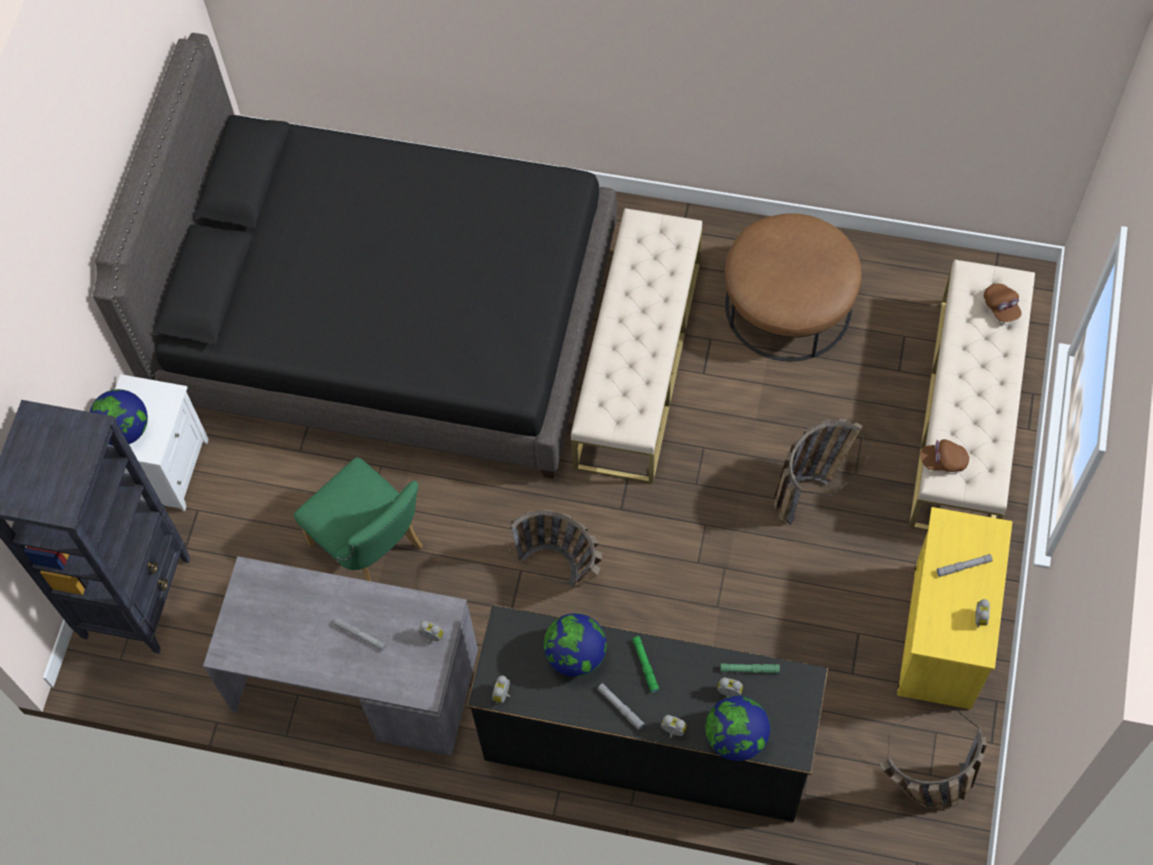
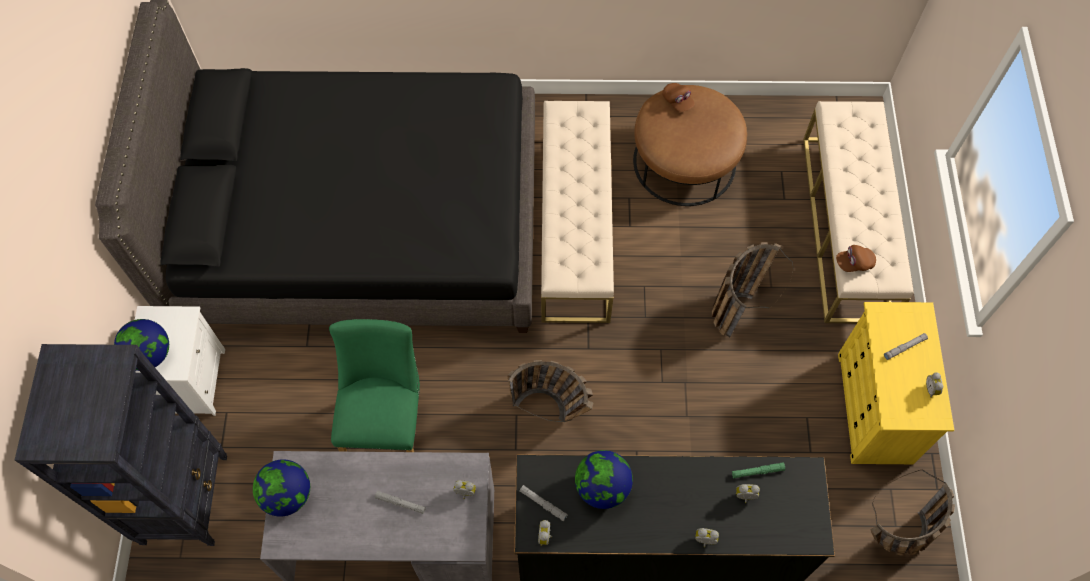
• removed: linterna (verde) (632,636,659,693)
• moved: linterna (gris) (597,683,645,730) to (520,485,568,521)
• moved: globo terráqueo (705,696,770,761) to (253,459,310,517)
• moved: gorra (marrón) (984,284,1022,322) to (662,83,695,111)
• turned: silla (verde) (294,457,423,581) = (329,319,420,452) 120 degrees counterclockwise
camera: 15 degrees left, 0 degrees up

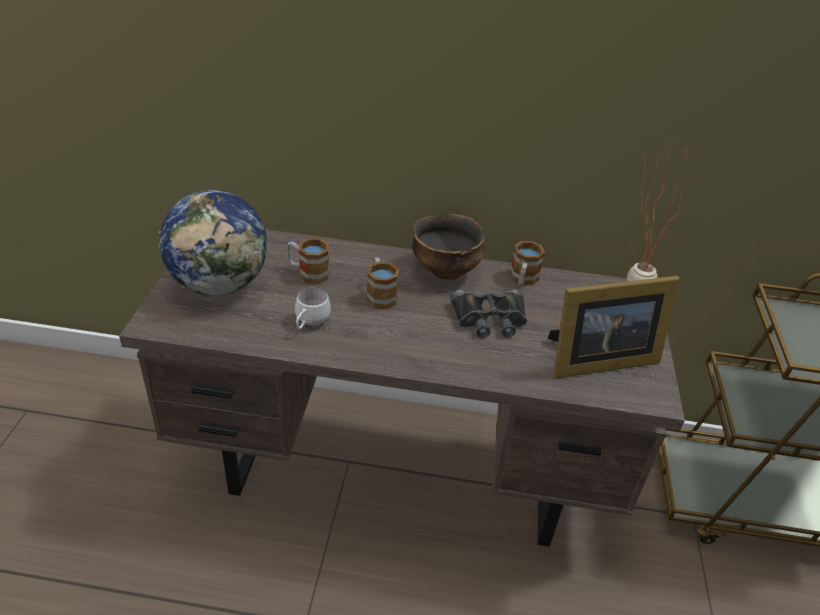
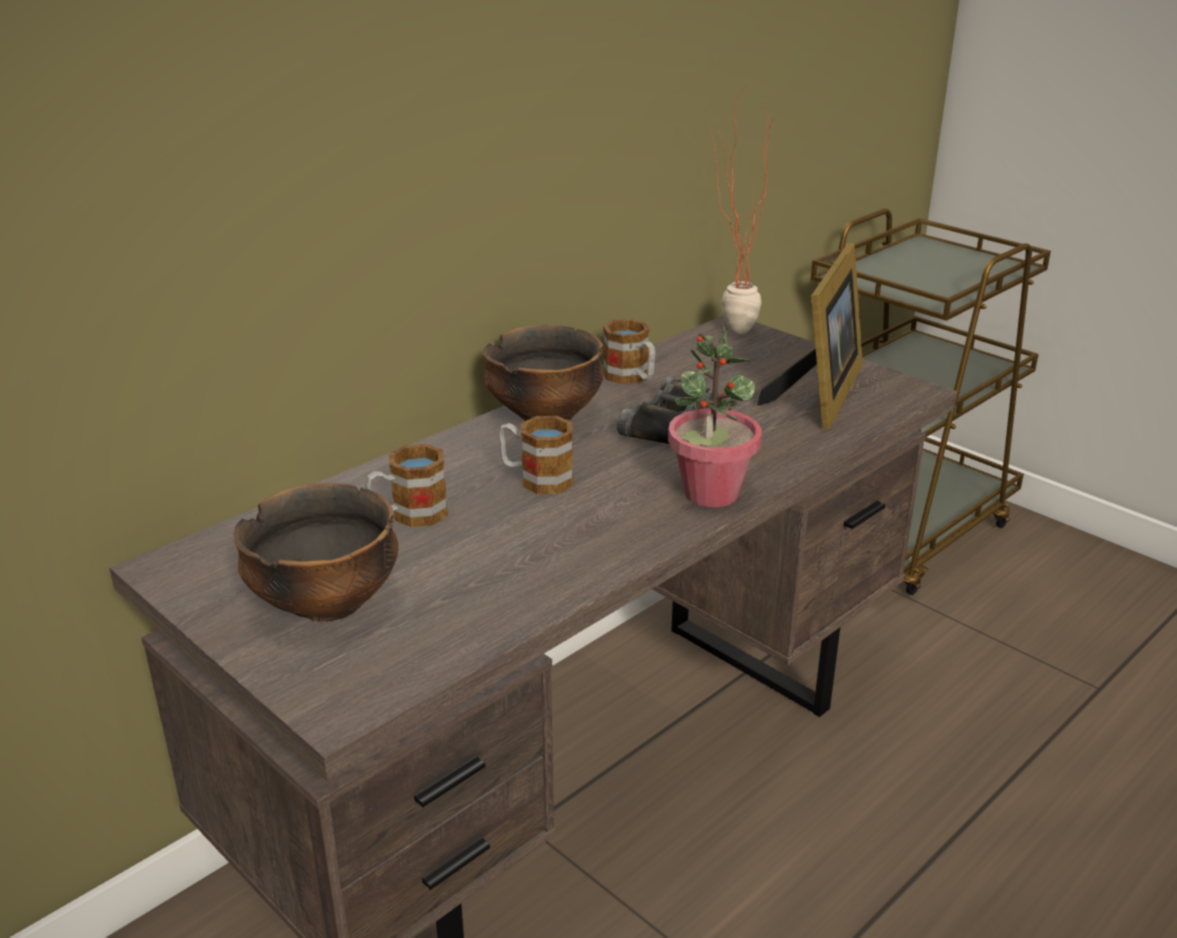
• removed: taza grande (blanco) (295,288,331,329)
• added: planta en maceta (668,323,762,507)
• replaced: globo terráqueo (159,190,267,296) to cuenco (233,483,398,622)
camera: 50 degrees left, 10 degrees down

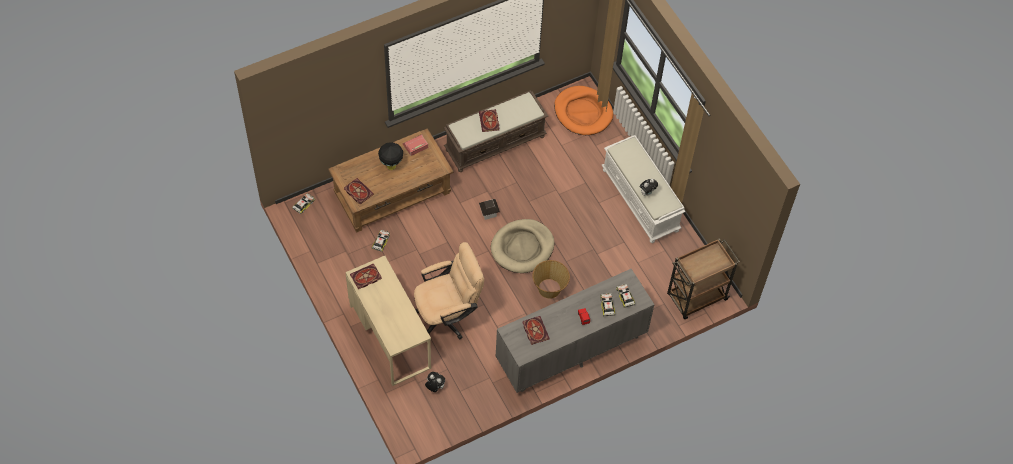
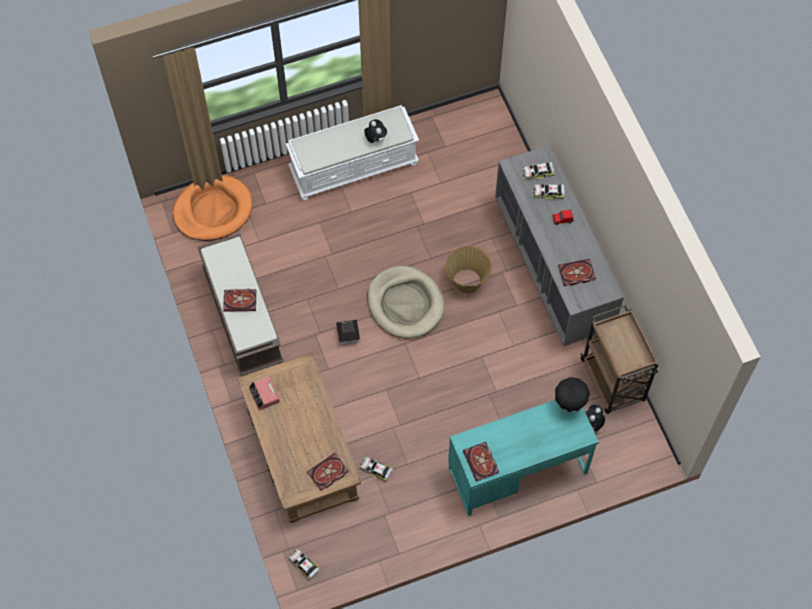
• removed: silla de oficina (beis) (414,242,484,339)
• moved: lámpara de mesa (negro) (378,142,403,170) to (555,377,590,412)
• moved: carrito (marrón) (667,238,740,319) to (581,305,659,414)
• recoloured: escritorio (beis) (345,256,431,386) to escritorio (turquesa) (448,400,599,516)
camera: 80 degrees left, 5 degrees up

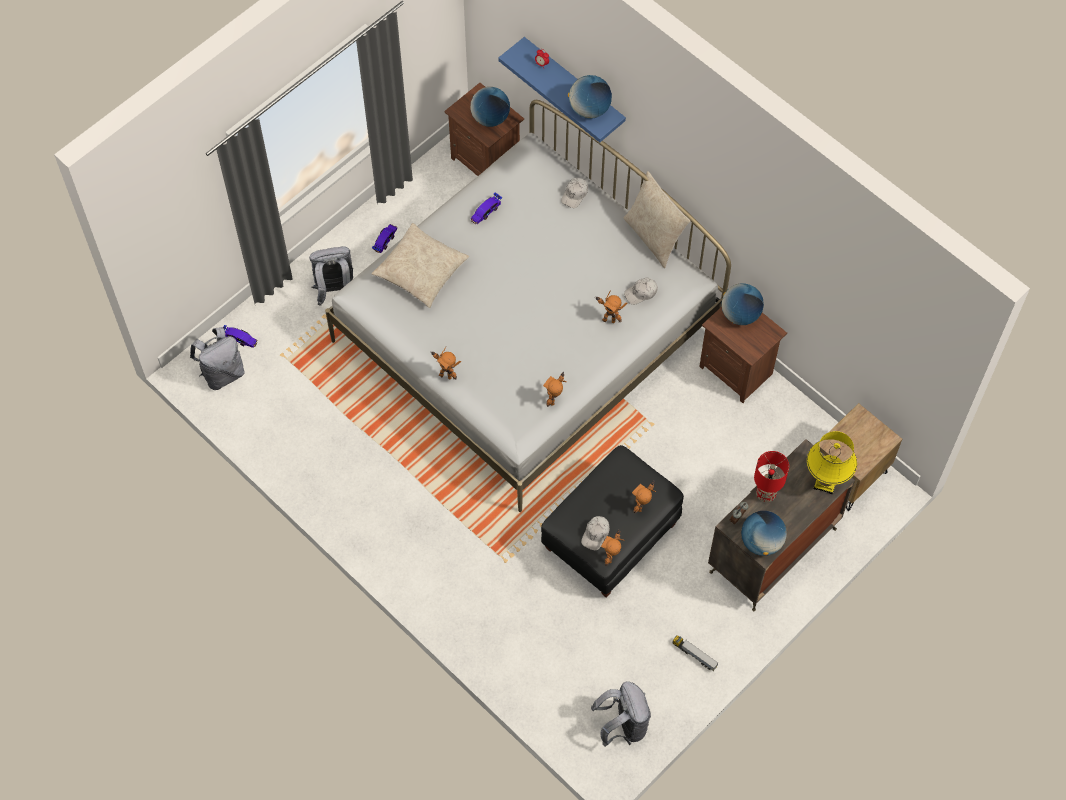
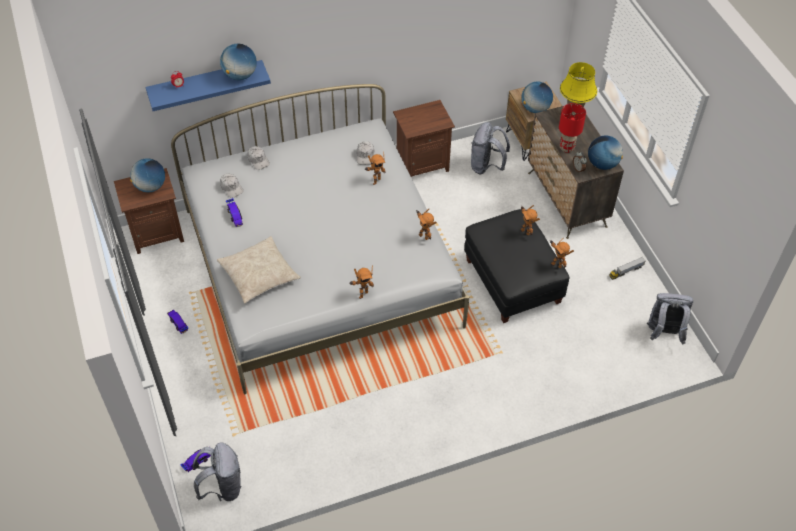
• removed: cojín (beis) (624,171,690,268)
• moved: mochila (gris) (309,246,353,306) to (471,122,510,174)
• moved: gorra (blanco) (581,516,610,551) to (220,174,244,198)
• moved: globo terráqueo (722,283,764,325) to (522,81,553,113)
camera: 65 degrees left, 10 degrees down

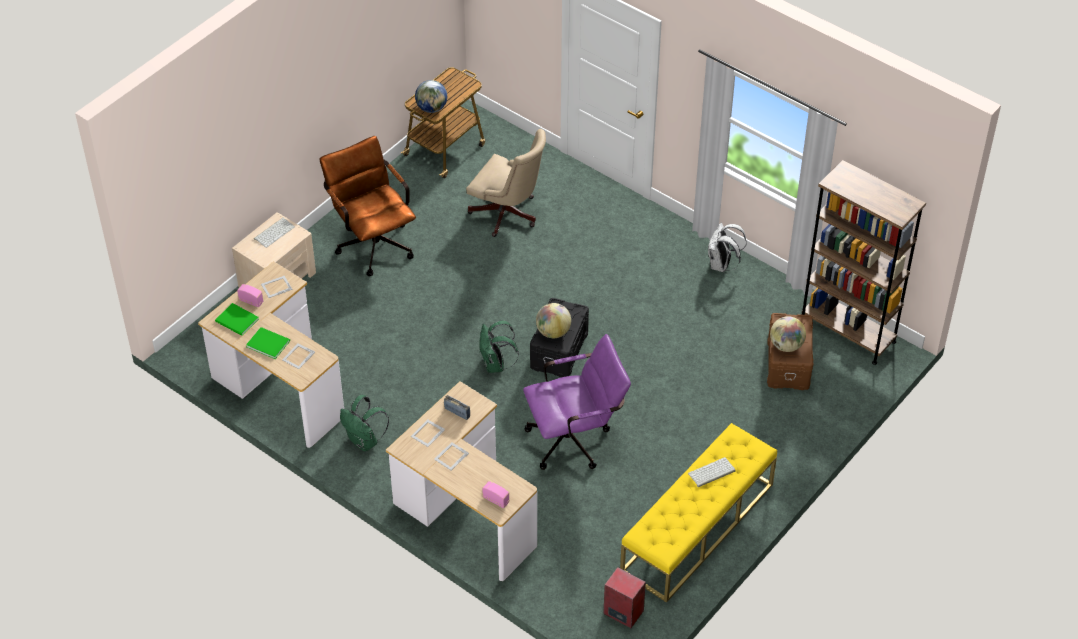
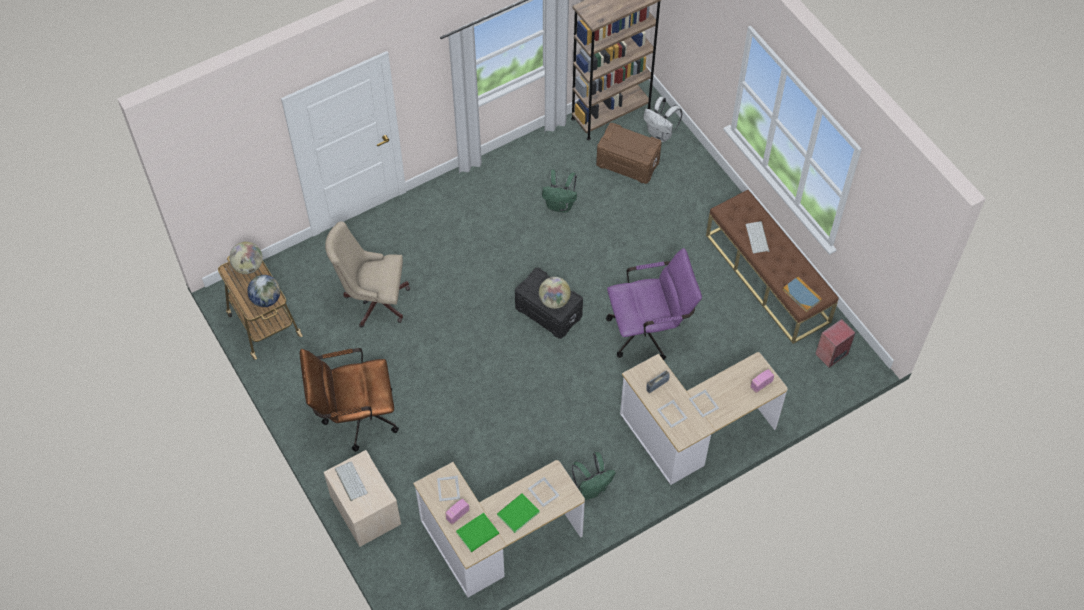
• added: libro (782,277,822,312)
• moved: mochila (verde) (479,320,519,373) to (542,170,577,212)
• moved: mochila (blanco) (708,223,747,272) to (643,97,682,142)
• moved: globo terráqueo (770,316,806,352) to (229,242,263,274)
• recoloured: banco (amarillo) (620,423,777,603) to banco (marrón) (706,190,839,344)
• turned: silla de oficina (beis) (466,129,546,237) = (325,221,410,328) 135 degrees counterclockwise
• turned: silla de oficina (morado) (523,334,631,470) = (606,248,702,360) 75 degrees clockwise
camera: 70 degrees left, 10 degrees up

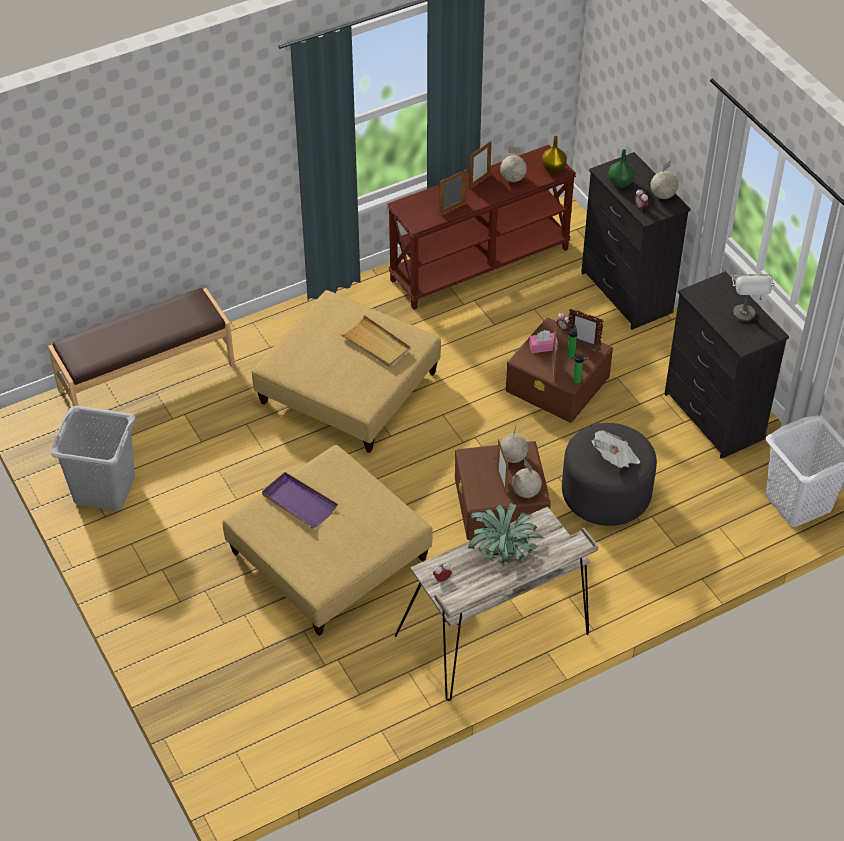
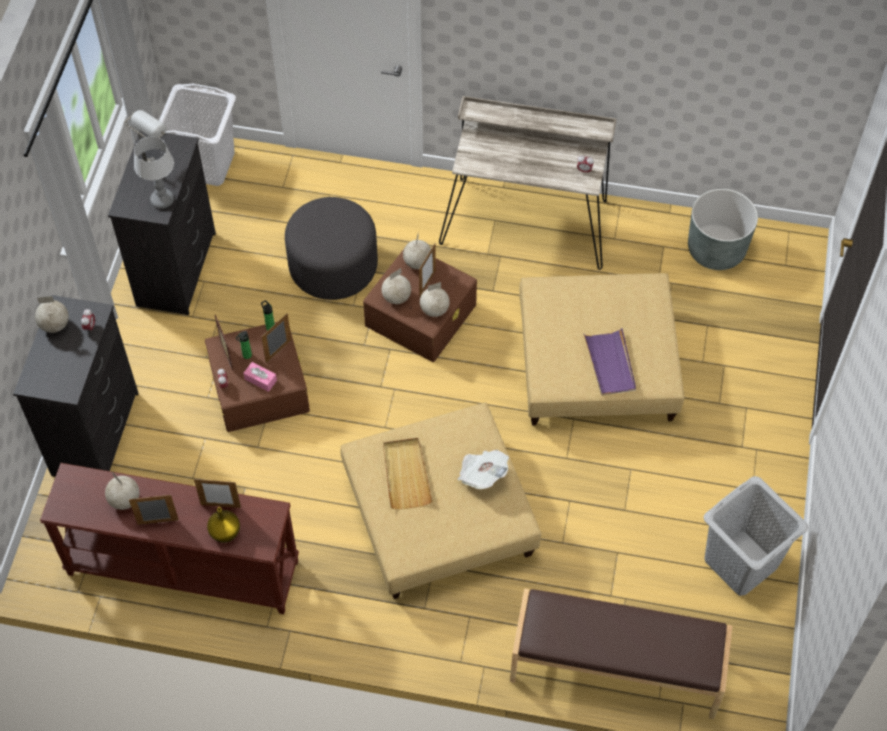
• removed: planta en maceta (468,503,544,563)
• removed: florero (verde) (609,149,635,188)
• added: lámpara de mesa (134,136,174,209)
• added: globo terráqueo (420,282,450,317)
• added: maceta (gris) (688,189,758,270)
• moved: florero (amarillo) (542,136,567,173) to (207,507,240,543)
• moved: periódico (592,430,640,468) to (458,450,509,489)
camera: 140 degrees left, 10 degrees up

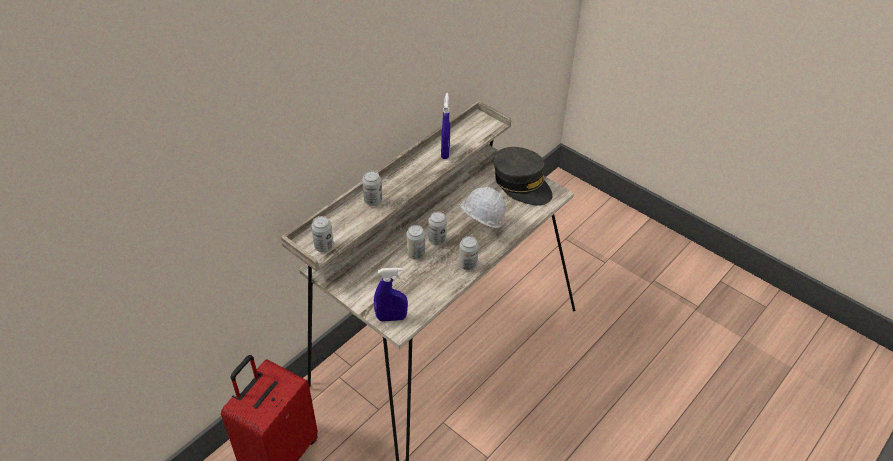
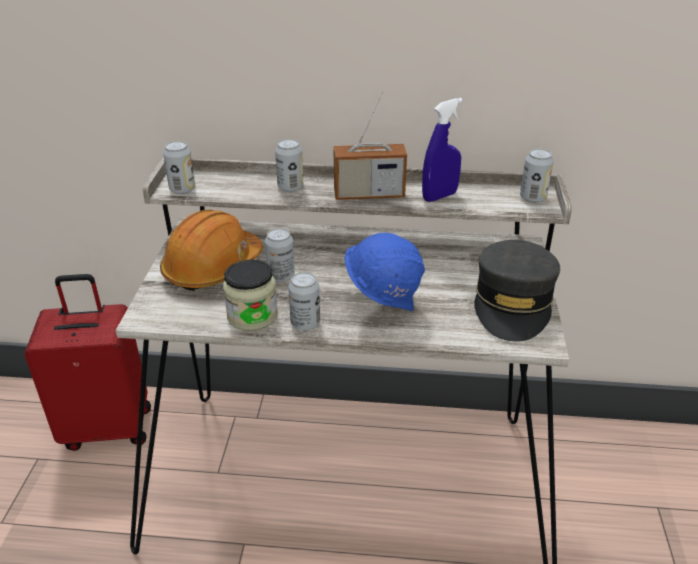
• removed: pulverizador (azul) (374,267,408,321)
• added: casco (naranja) (160,210,263,291)
• added: tarro (223,260,278,331)
• added: radio (334,91,407,200)
• moved: lata (428,212,447,245) to (520,148,554,203)
• recoloured: casco (blanco) (460,187,506,228) to casco (azul) (344,233,426,311)
camera: 55 degrees right, 10 degrees down

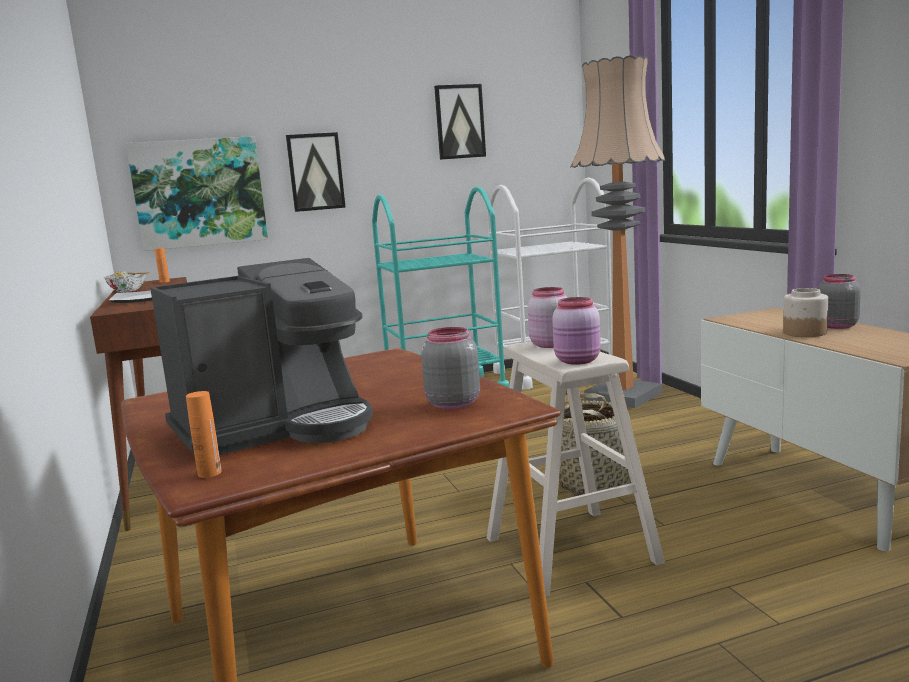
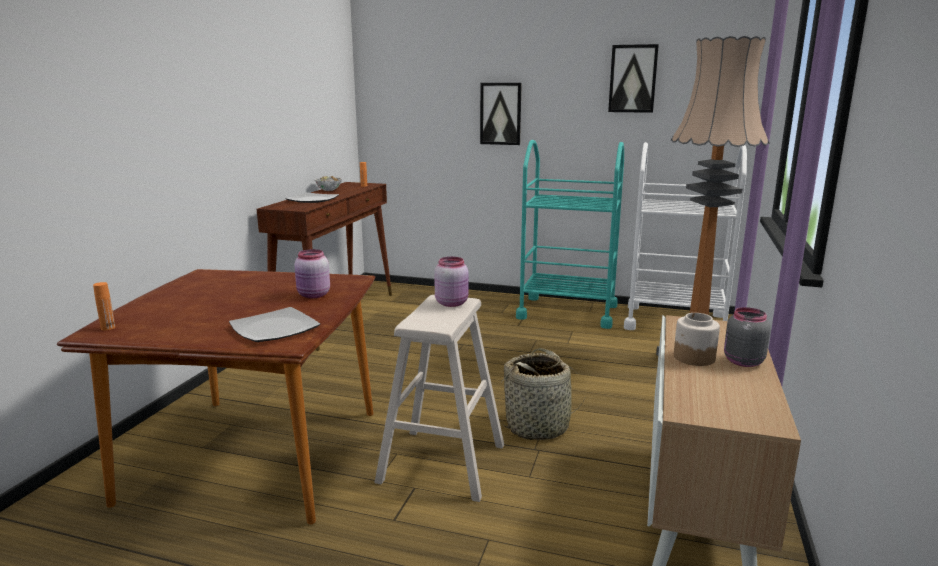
• removed: cuadro (126,136,268,251)
• removed: cafetera (150,258,373,455)
• moved: tarro (rosa) (552,297,601,365) to (294,249,330,298)
• replaced: tarro (gris) (421,327,480,410) to plato (229,307,320,342)
camera: 35 degrees right, 5 degrees up

